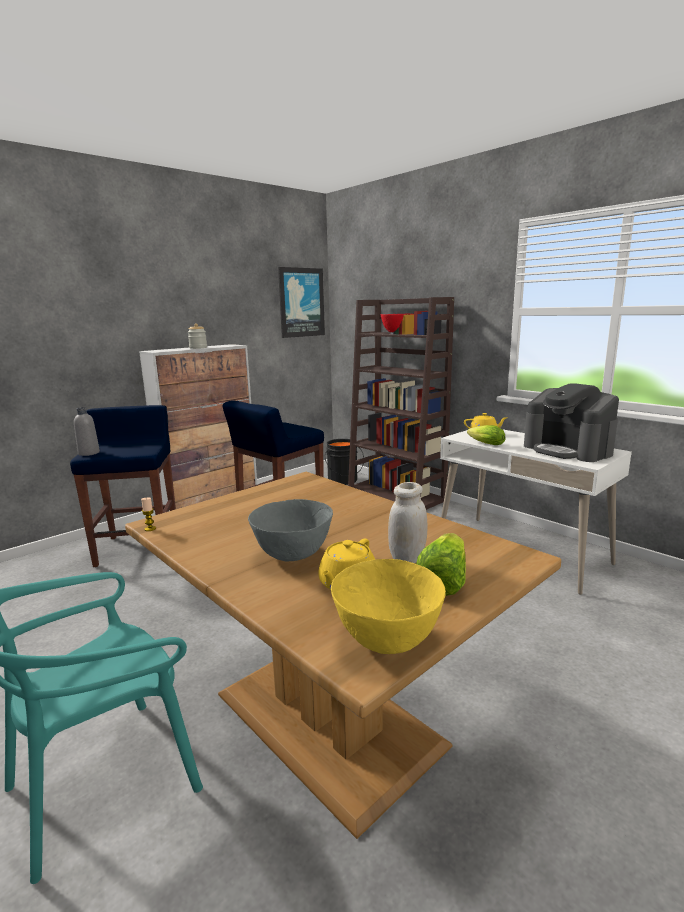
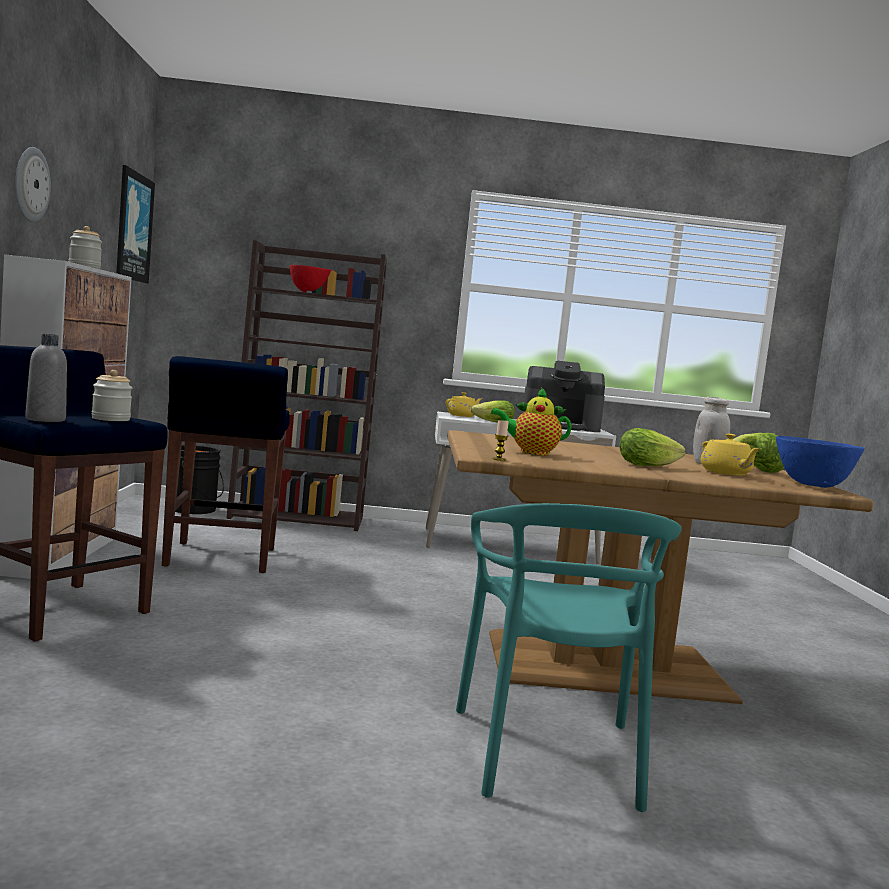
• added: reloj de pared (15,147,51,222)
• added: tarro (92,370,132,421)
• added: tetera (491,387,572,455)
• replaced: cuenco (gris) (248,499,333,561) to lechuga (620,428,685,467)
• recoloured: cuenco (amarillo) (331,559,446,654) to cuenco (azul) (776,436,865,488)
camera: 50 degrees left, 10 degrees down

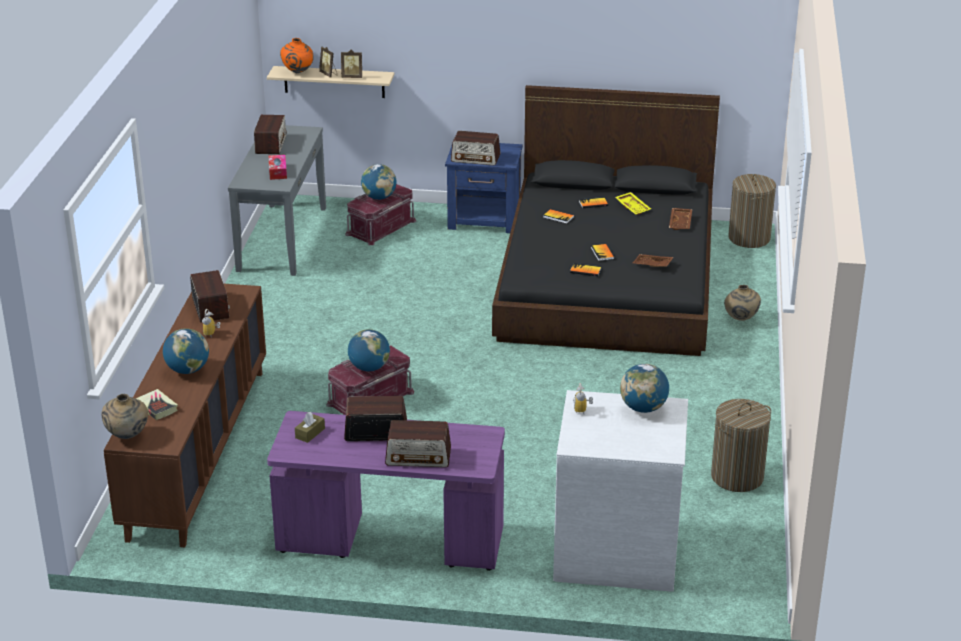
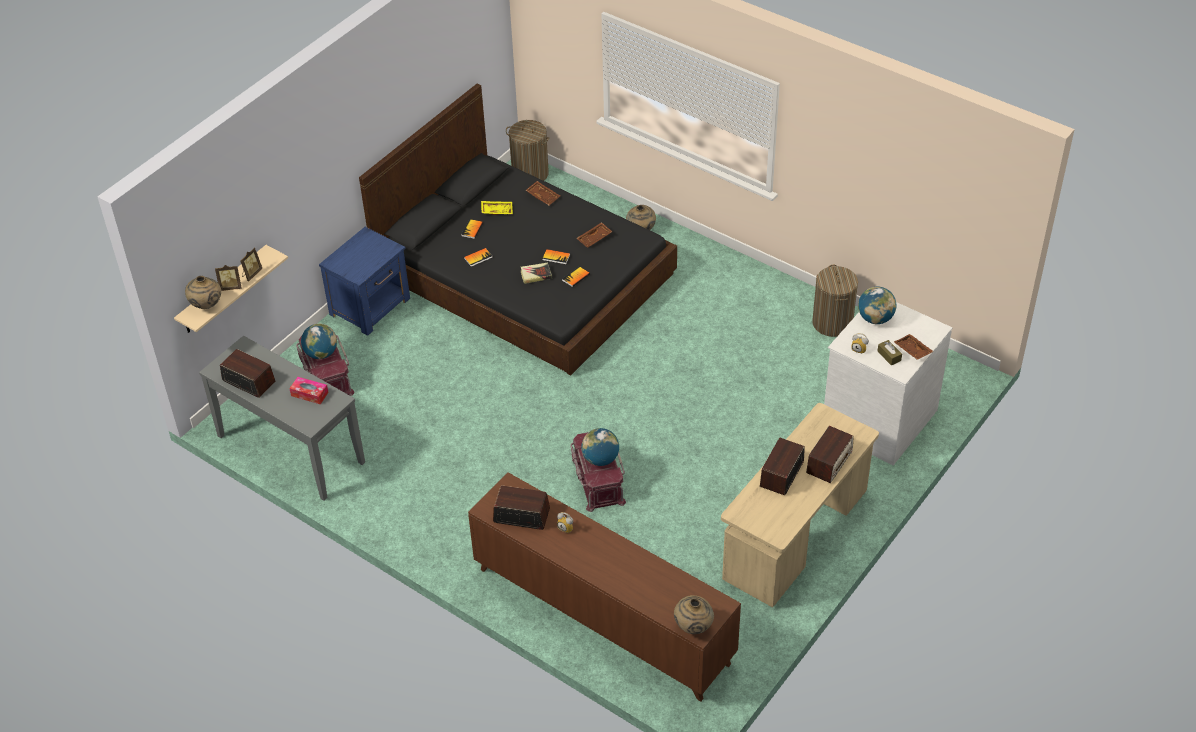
• removed: globo terráqueo (163,328,209,374)
• removed: radio (451,131,500,166)
• added: bandeja (marrón) (894,334,934,360)
• moved: libro (136,389,178,420) to (521,263,552,284)
• moved: caja de pañuelos (marrón) (295,412,325,443) to (878,340,902,366)
• recoloured: escritorio (morado) (267,411,505,571) to escritorio (beis) (721,403,879,608)
• recoloured: florero (naranja) (280,38,314,73) to florero (beis) (185,276,221,309)
camera: 60 degrees left, 15 degrees up

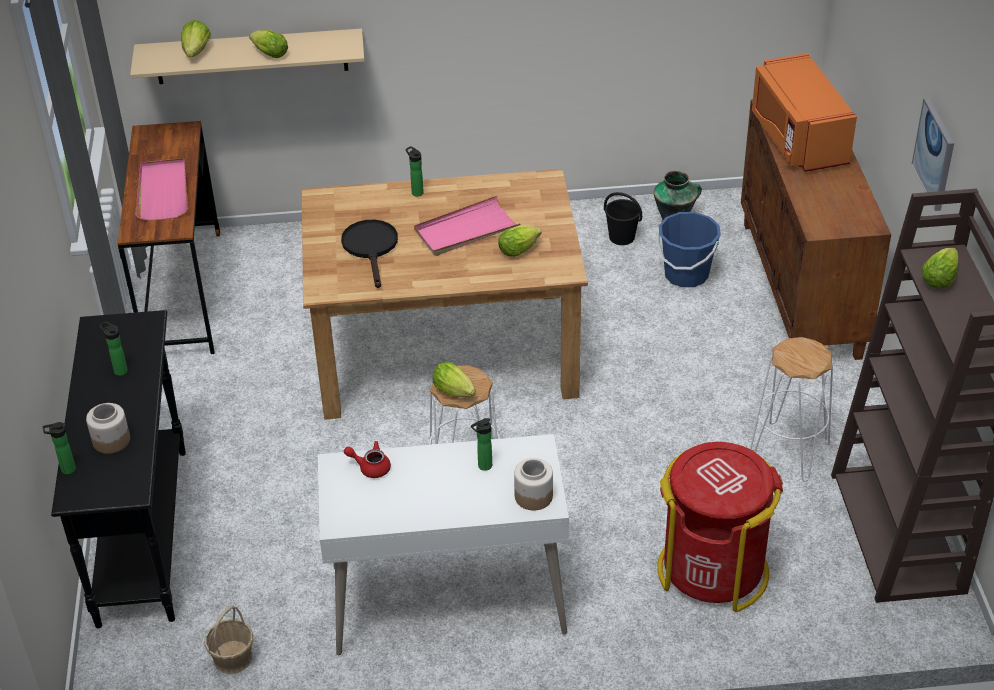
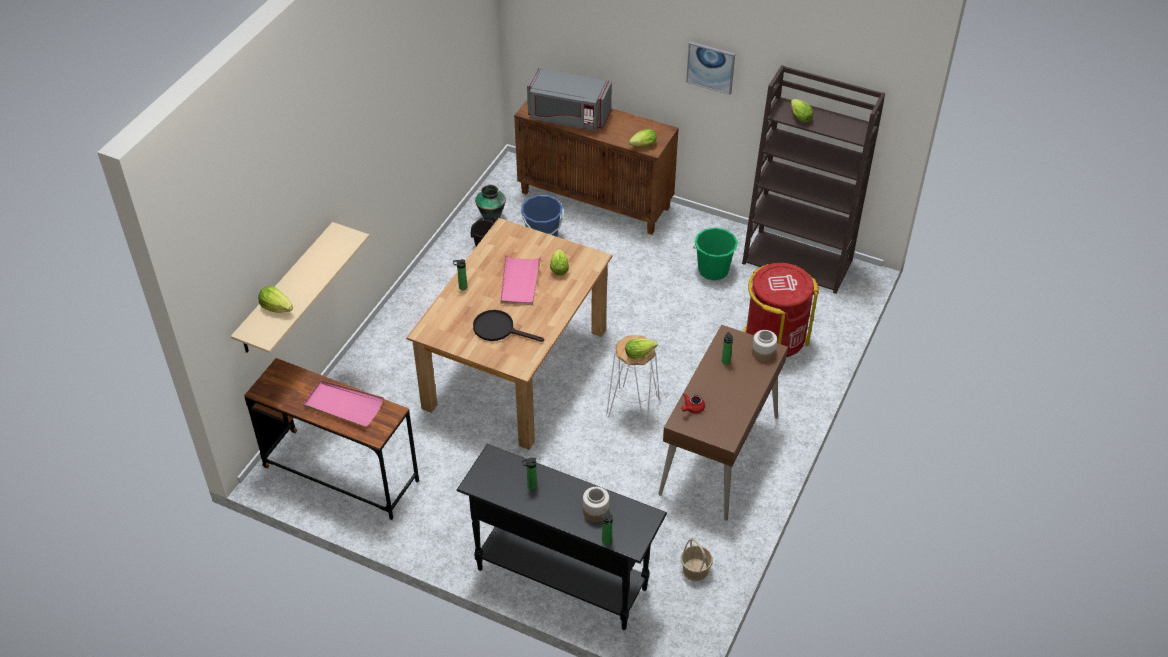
• moved: lechuga (249,30,288,58) to (629,129,657,146)
• replaced: taburete (blanco) (750,337,833,481) to cubo (verde) (693,227,738,281)
• recoloured: escritorio (blanco) (318,434,569,655) to escritorio (marrón) (658,325,788,521)
• recoloured: microondas (naranja) (752,53,857,172) to microondas (gris) (527,68,612,131)
camera: 60 degrees left, 5 degrees up

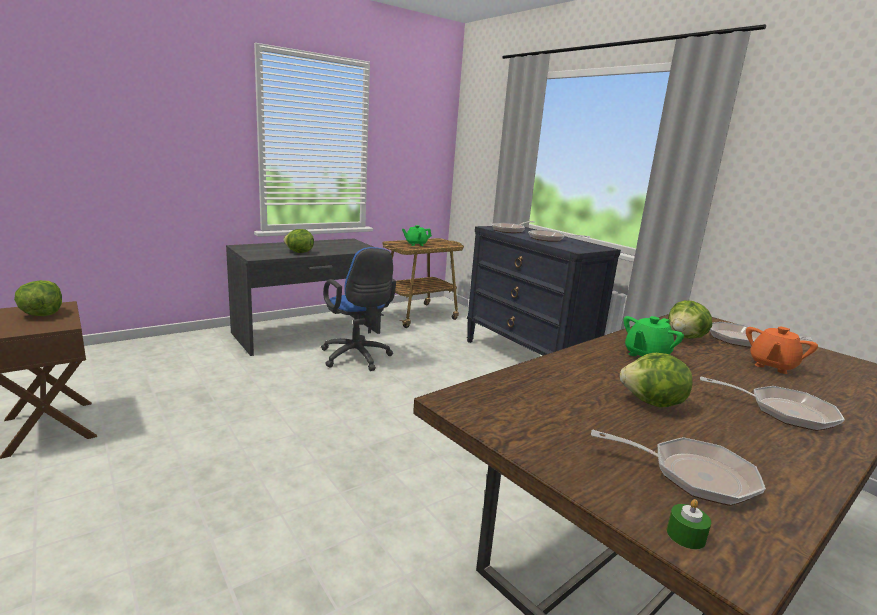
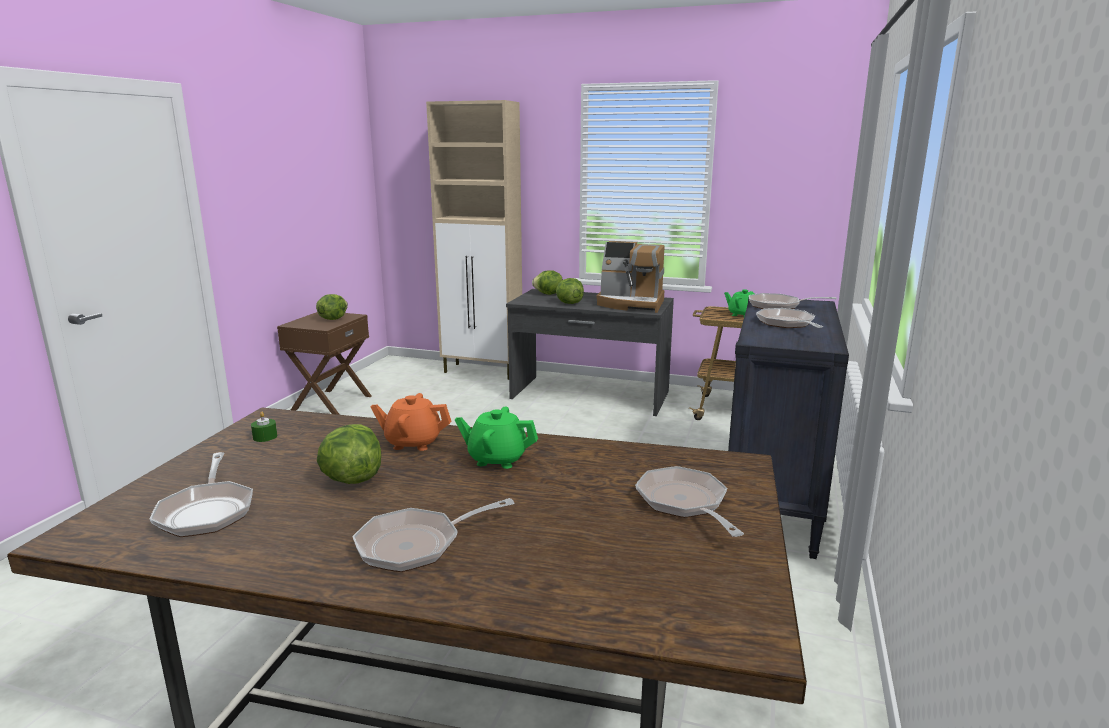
• removed: silla de oficina (azul) (321,247,396,371)
• added: armario (beis) (426,100,522,380)
• added: cafetera (597,241,665,313)
• moved: vela (verde) (667,499,711,549) to (251,412,277,442)
• moved: lechuga (668,300,712,339) to (532,270,563,295)
• moved: tetera (naranja) (746,327,818,374) to (371,393,451,451)
• turned: sartén (700,377,845,431) = (352,498,514,572) 75 degrees clockwise
camera: 55 degrees right, 0 degrees up

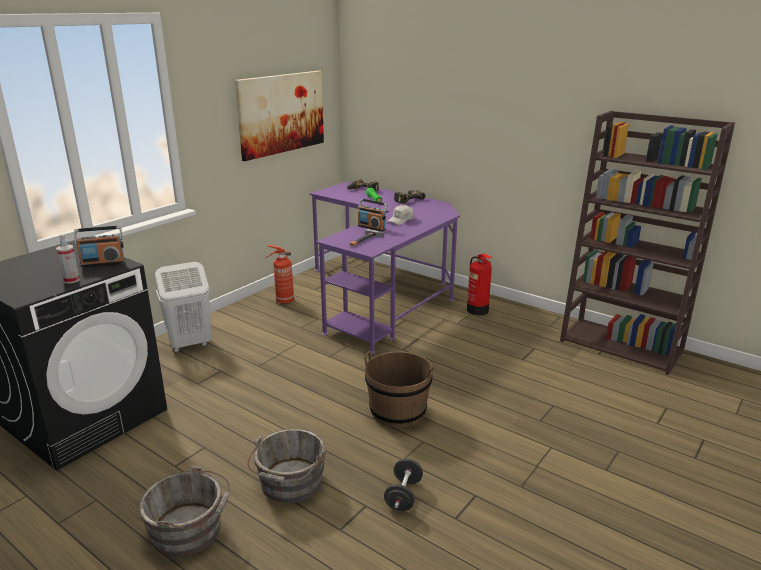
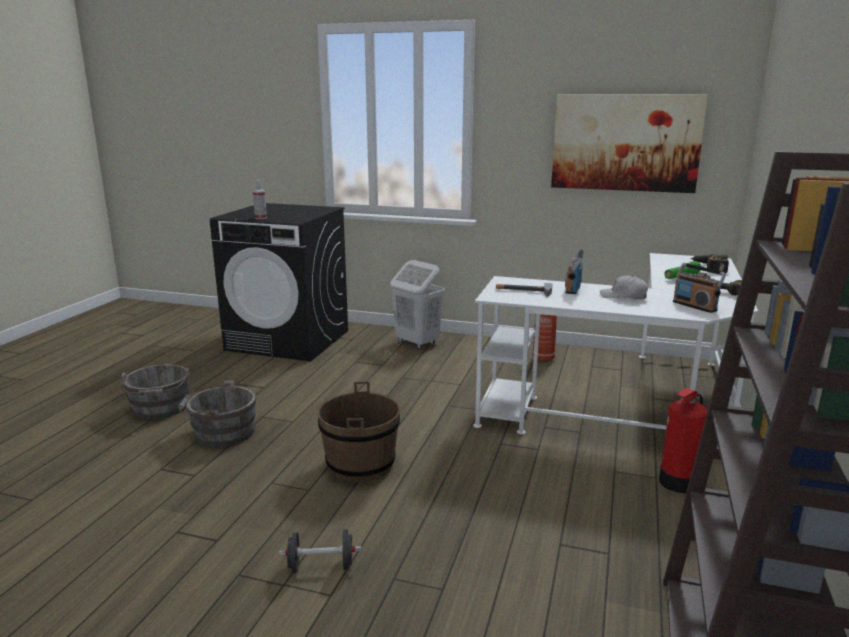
• moved: radio (74,226,125,267) to (673,263,726,313)
• moved: mancuerna (negro) (384,459,423,511) to (279,529,361,573)
• recoloured: escritorio (morado) (310,182,460,354) to escritorio (blanco) (473,253,758,434)
camera: 70 degrees right, 5 degrees down

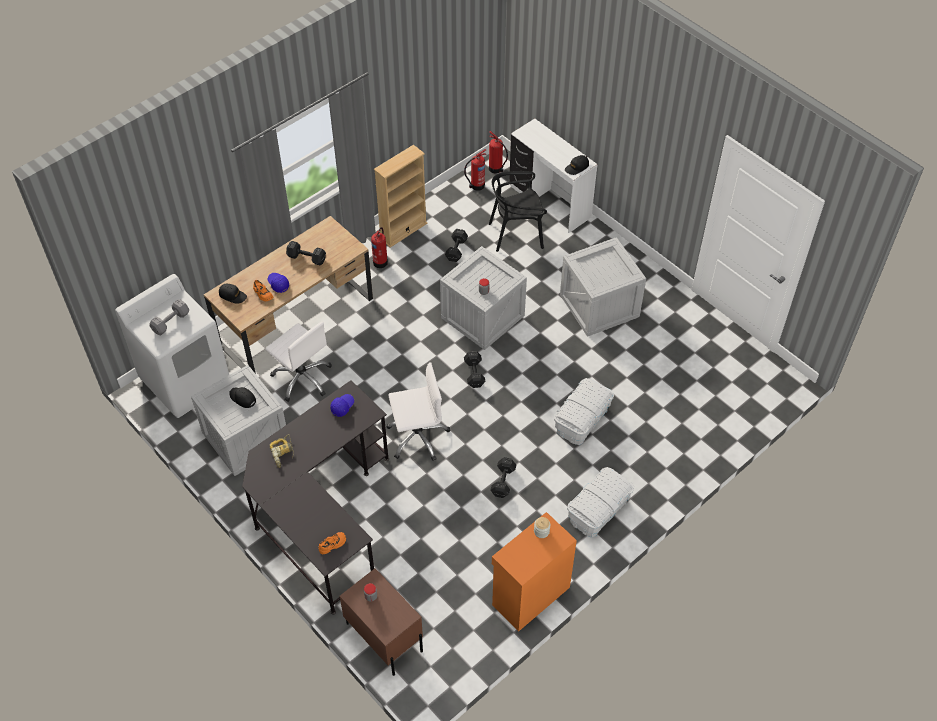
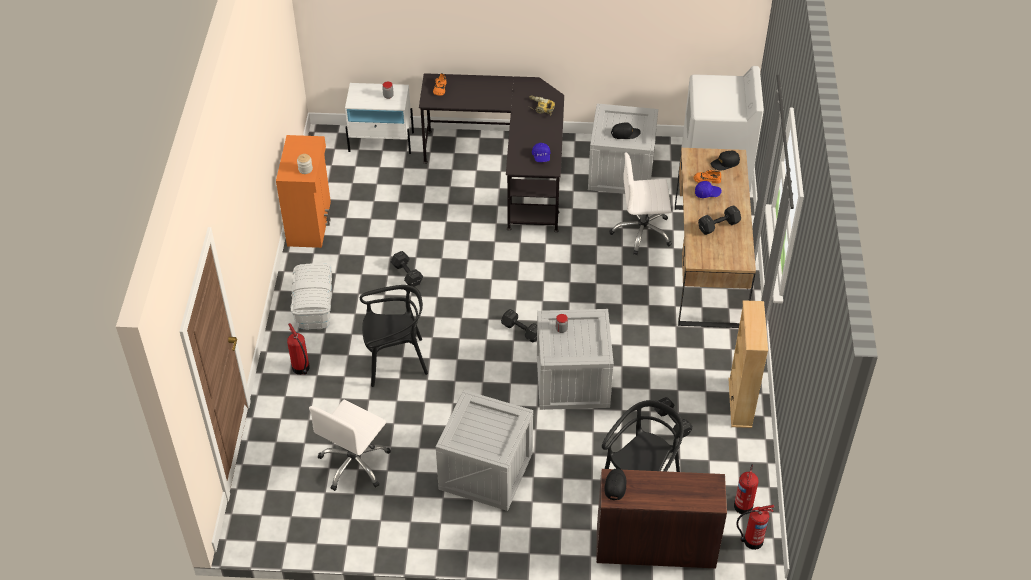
• removed: mancuerna (gris) (149,299,189,335)
• moved: extintor (371,227,388,268) to (287,323,310,375)
• moved: silla de oficina (blanco) (387,362,450,461) to (309,400,391,491)
• replaced: caja de almacenaje (blanco) (554,378,614,445) to silla (negro) (360,285,428,387)
• recoloured: mesita de noche (marrón) (340,568,423,676) to mesita de noche (blanco) (345,83,414,154)
• recoloured: escritorio (blanco) (509,119,598,233) to escritorio (marrón) (596,469,727,568)
camera: 135 degrees right, 5 degrees down

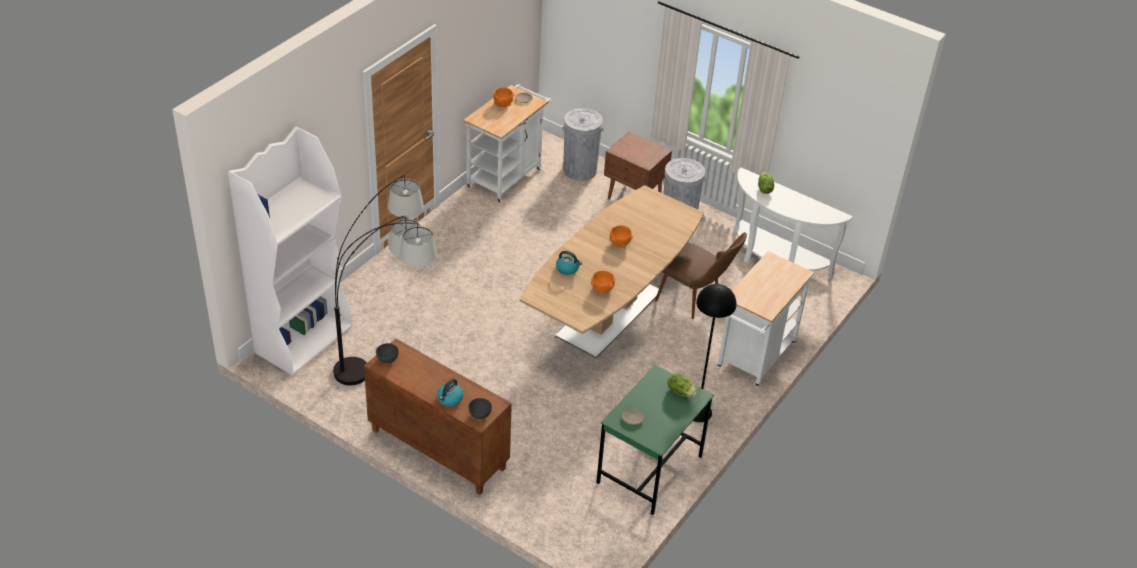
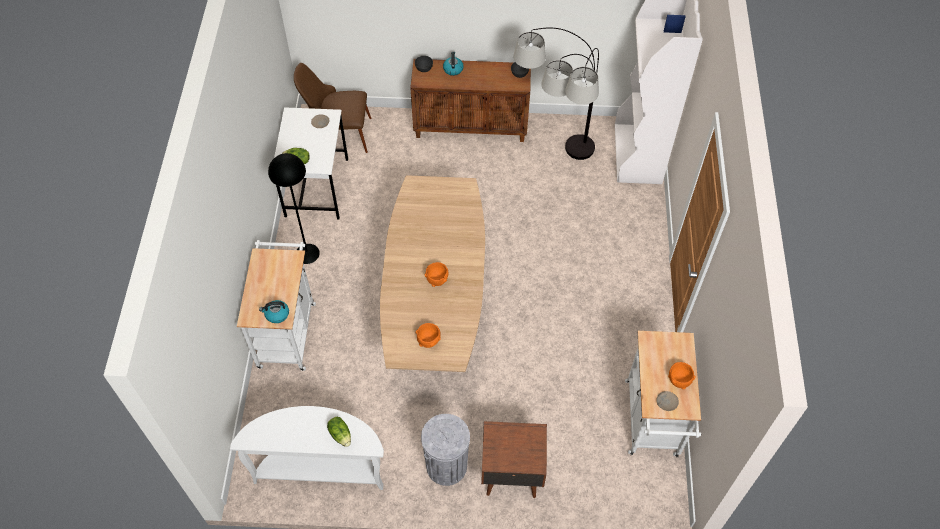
• removed: papelera (gris) (562,108,604,181)
• moved: hervidor (556,251,582,275) to (259,300,289,323)
• moved: cuenco (naranja) (591,270,615,294) to (416,323,441,348)
• moved: silla (marrón) (655,232,747,319) to (294,63,371,153)
• recoloured: escritorio (verde) (596,365,714,515) to escritorio (blanco) (274,107,348,220)
camera: 150 degrees right, 15 degrees up

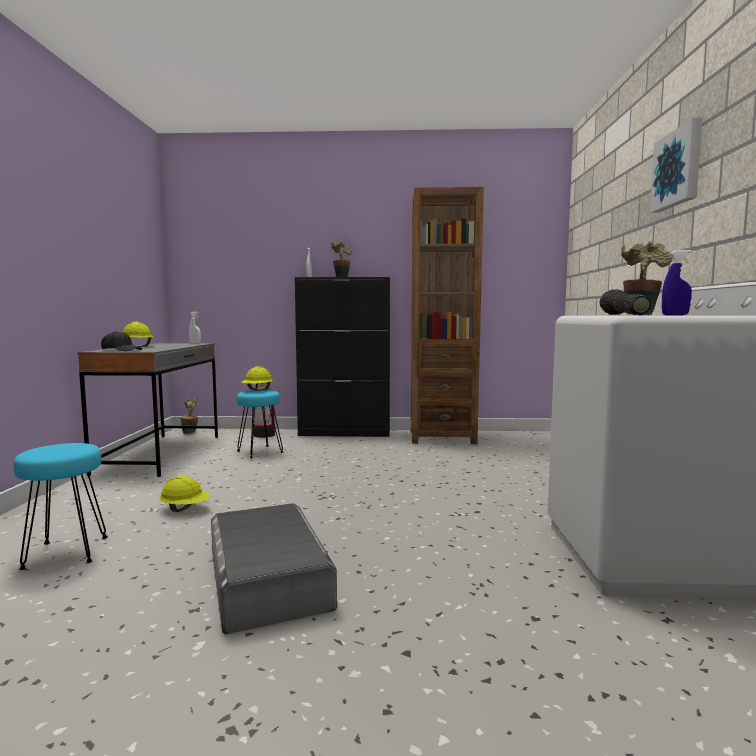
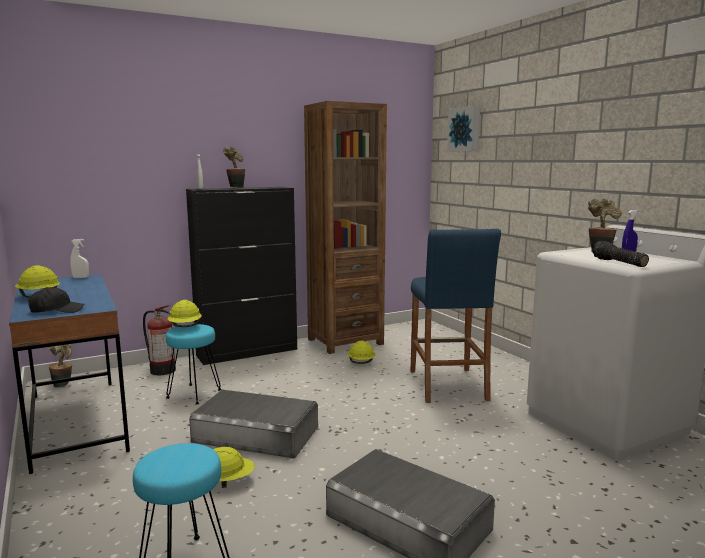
• added: caja de almacenaje (gris) (189,390,318,458)
• added: casco (amarillo) (348,341,375,364)
• added: taburete (azul) (410,229,501,403)
• moved: cuadro (650,118,703,213) to (447,105,480,152)
• recoloured: escritorio (gris) (78,343,218,477) to escritorio (azul) (9,274,130,474)
camera: 30 degrees left, 5 degrees up

